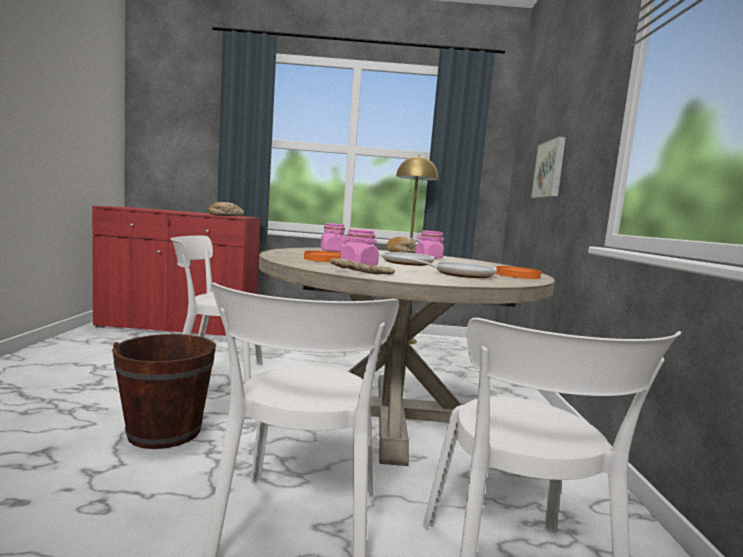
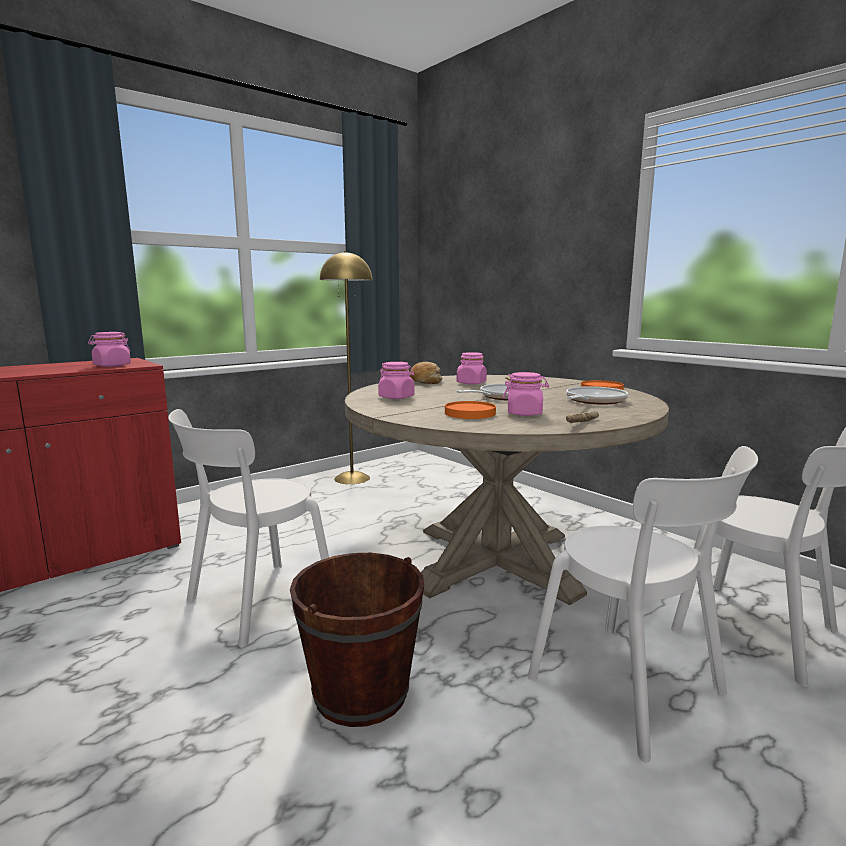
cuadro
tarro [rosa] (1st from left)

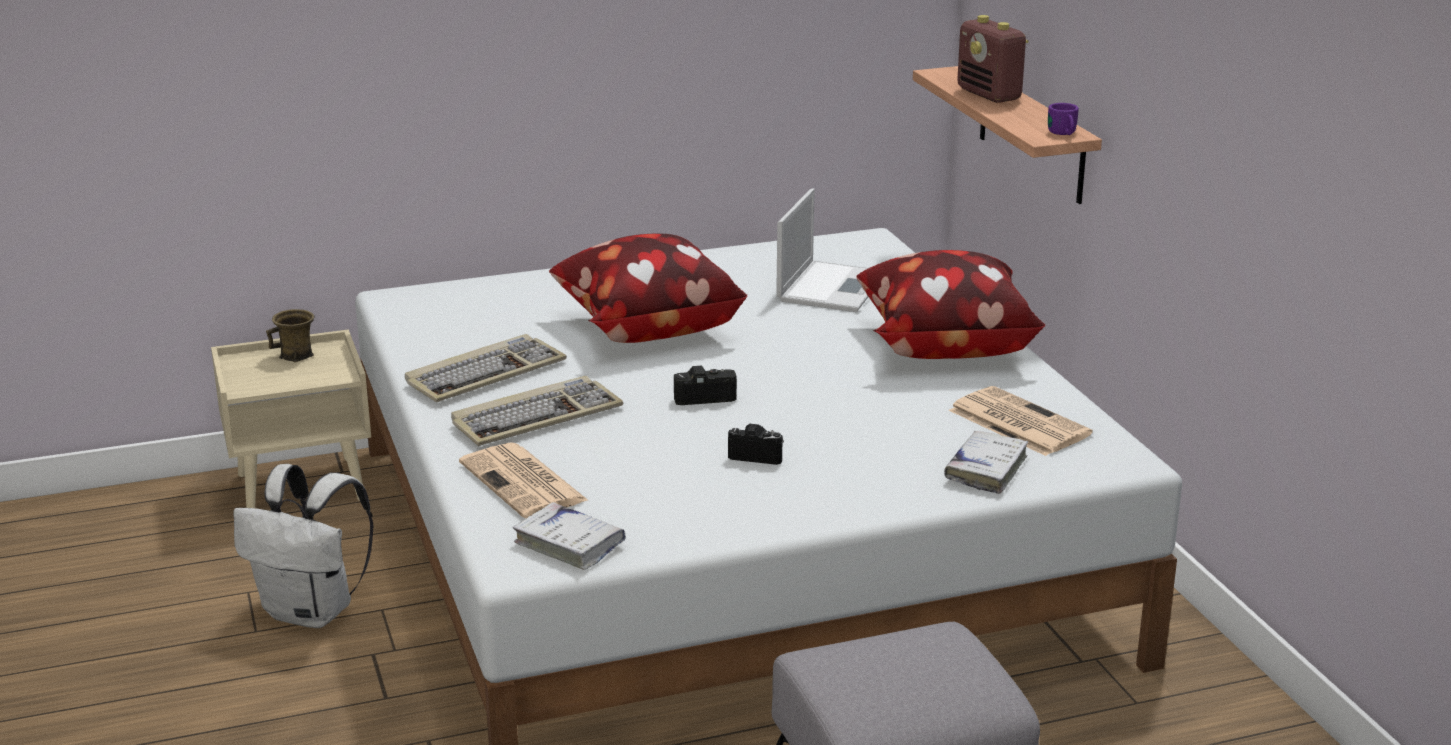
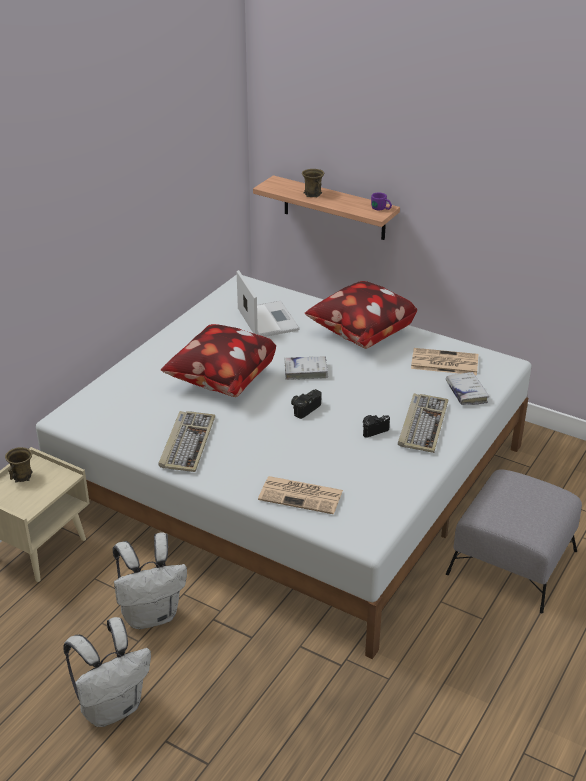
mochila [blanco] (1st from left)
teclado (2nd from left)
libro [blanco] (1st from left)
taza grande [marrón] (2nd from left)

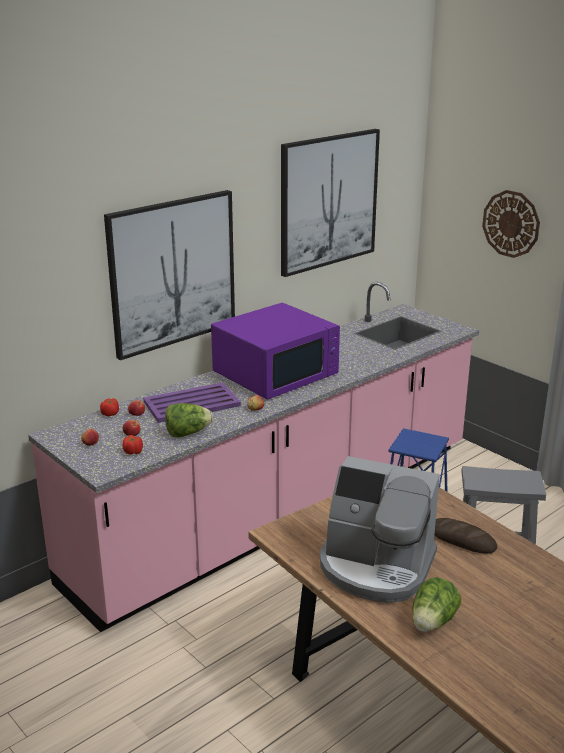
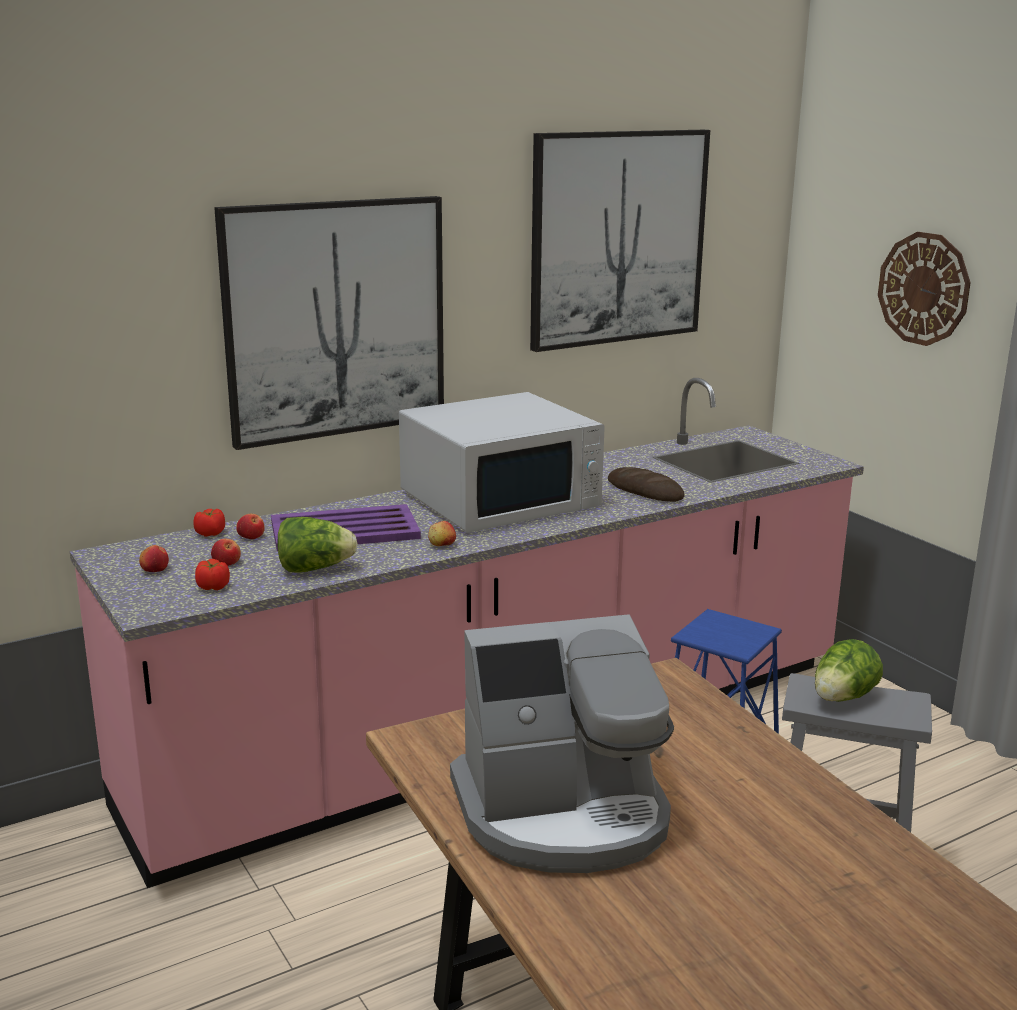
lechuga (2nd from left)
pan
microondas [blanco]
cafetera

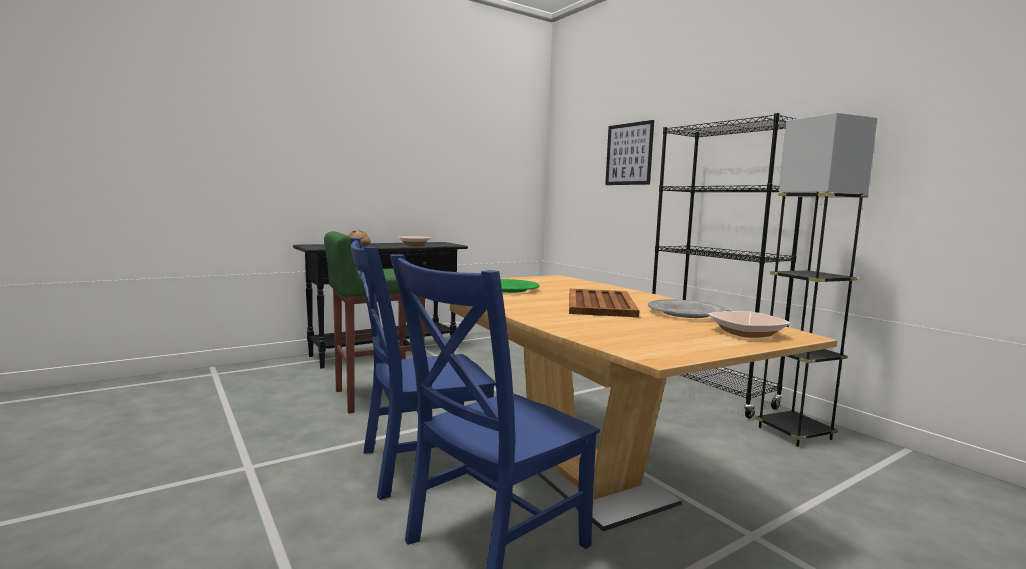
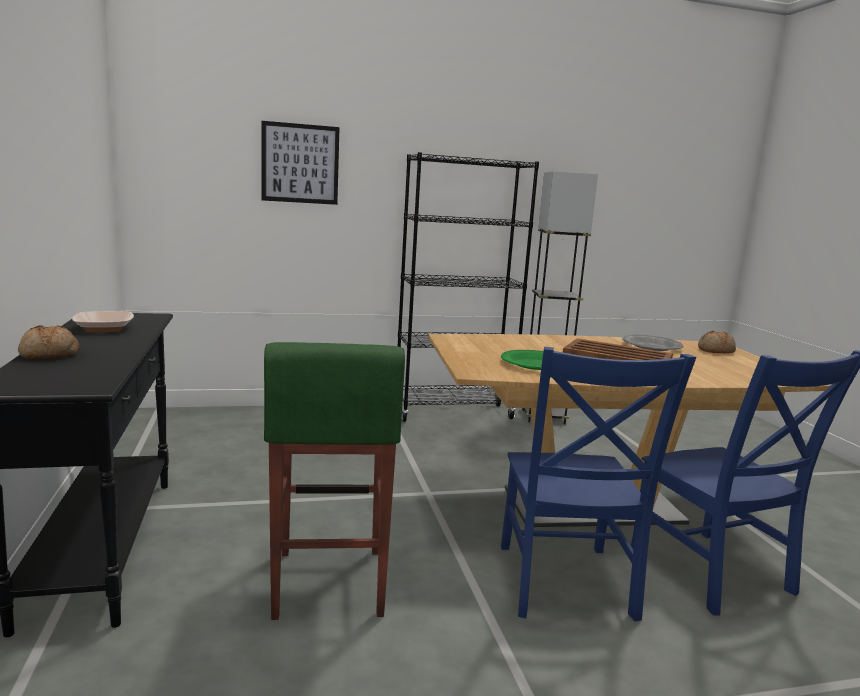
pan (2nd from left)

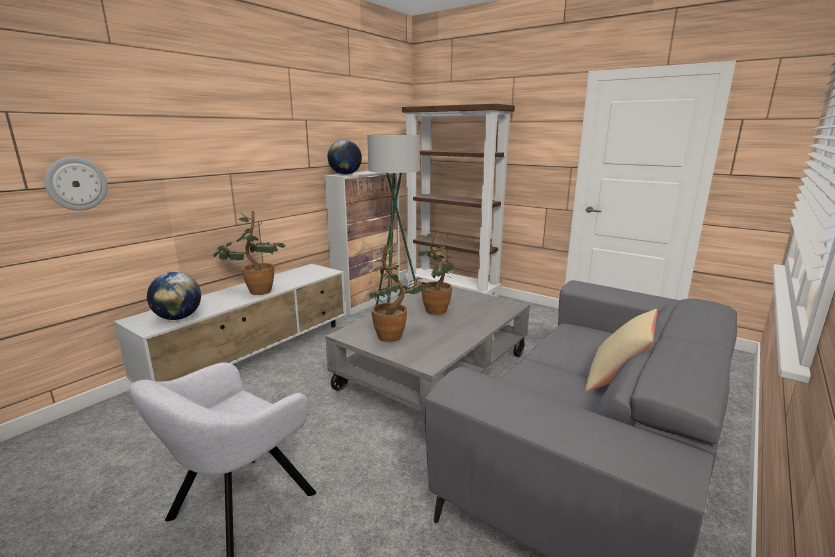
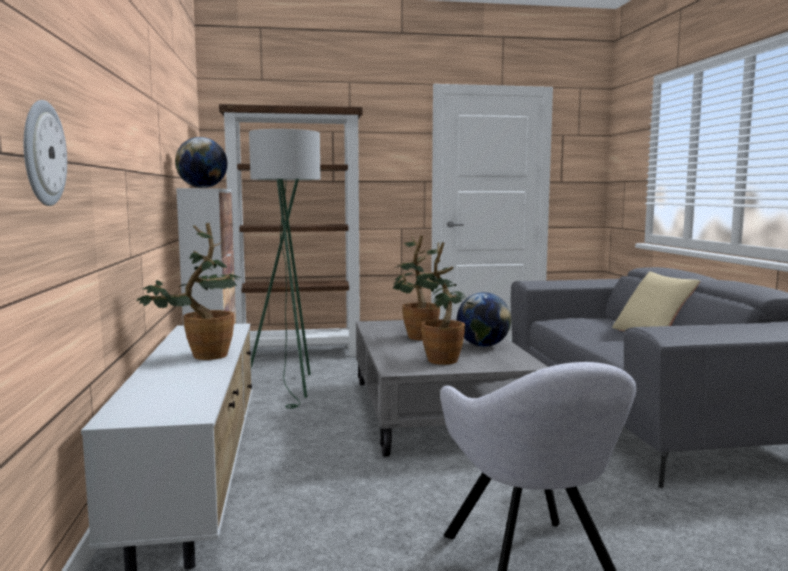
globo terráqueo (2nd from left)

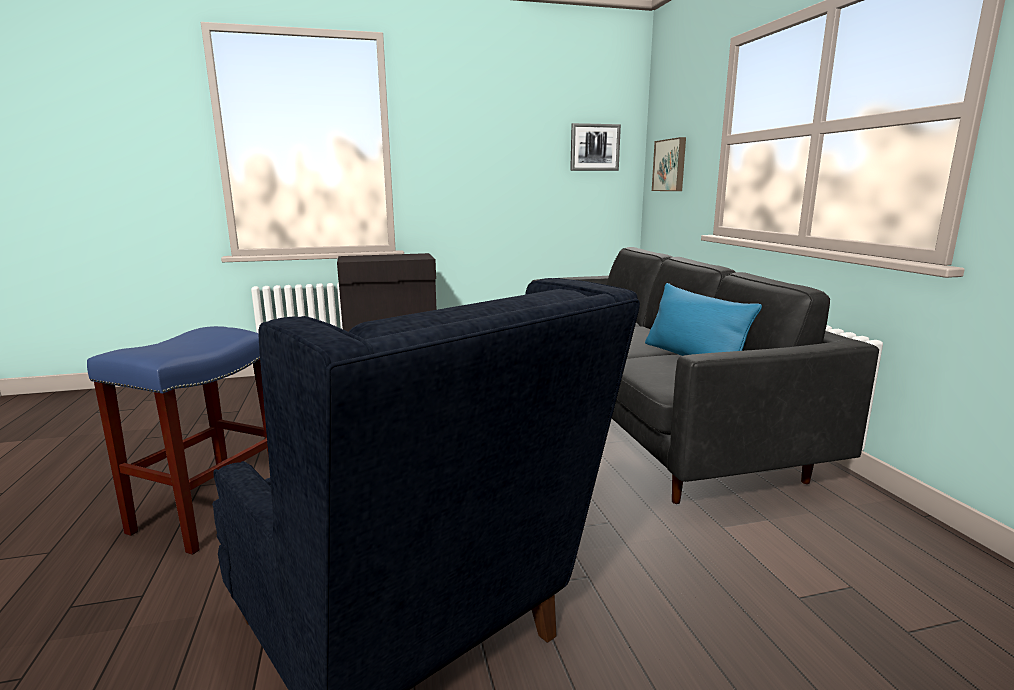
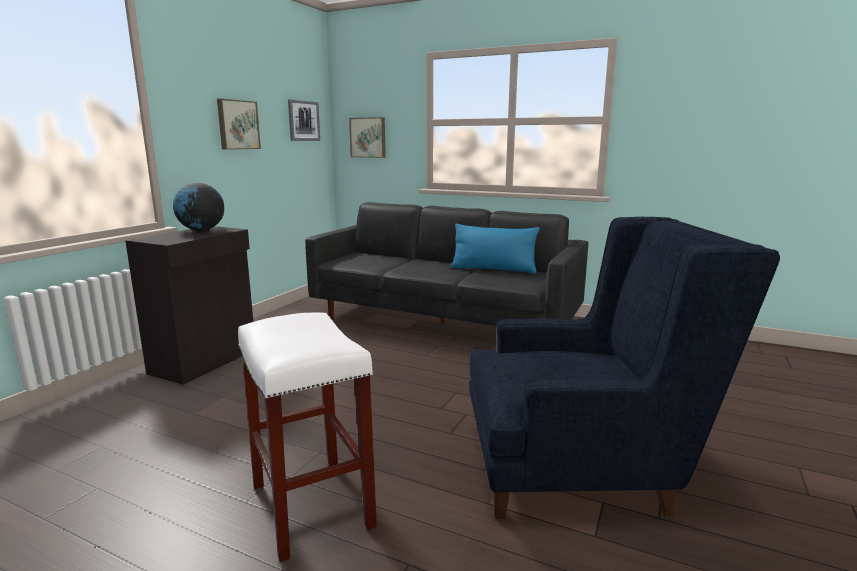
globo terráqueo
cuadro (1st from left)
taburete [blanco]

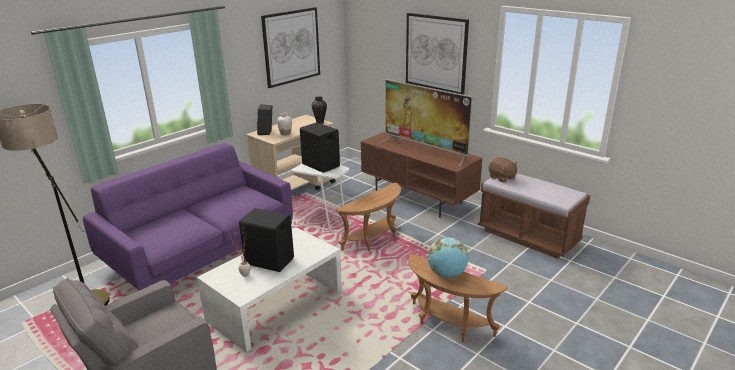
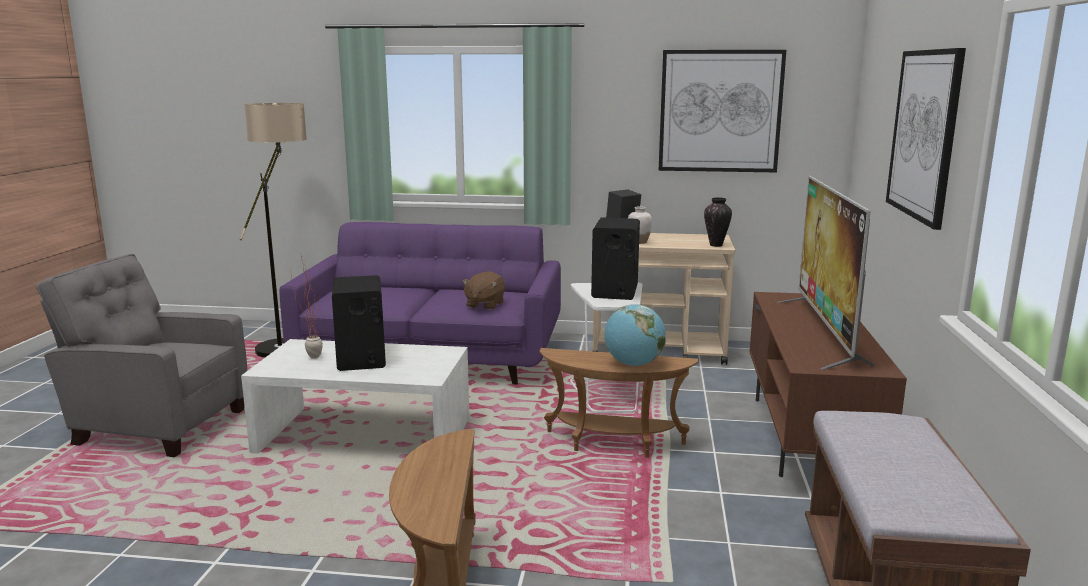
globo terráqueo
peluche [marrón]

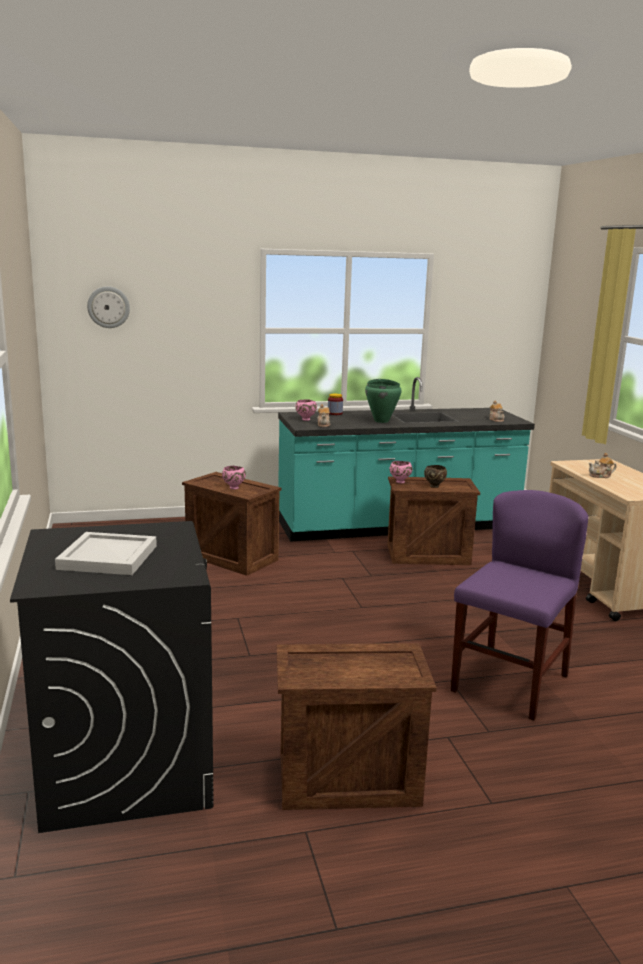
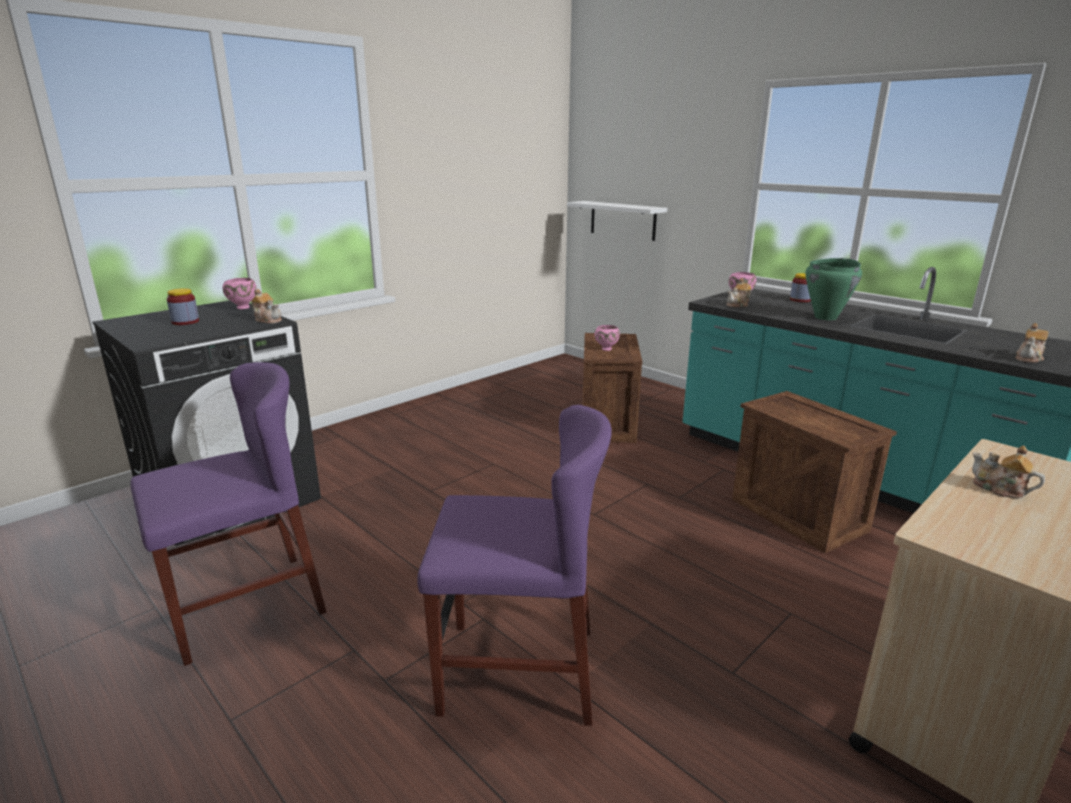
reloj de pared
cuenco [marrón]
tetera (1st from left)
estante [blanco]
cuenco [rosa] (1st from left)
tarro (1st from left)
silla [morado] (1st from left)

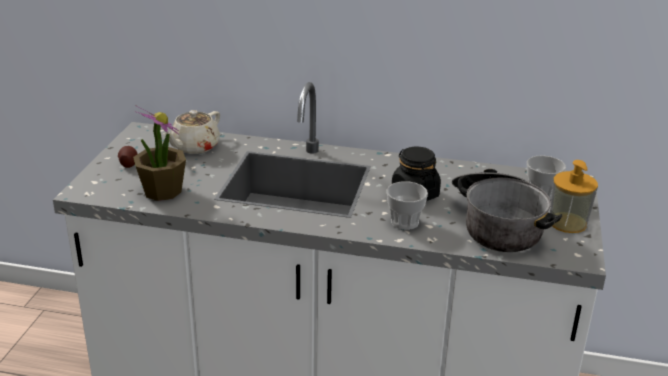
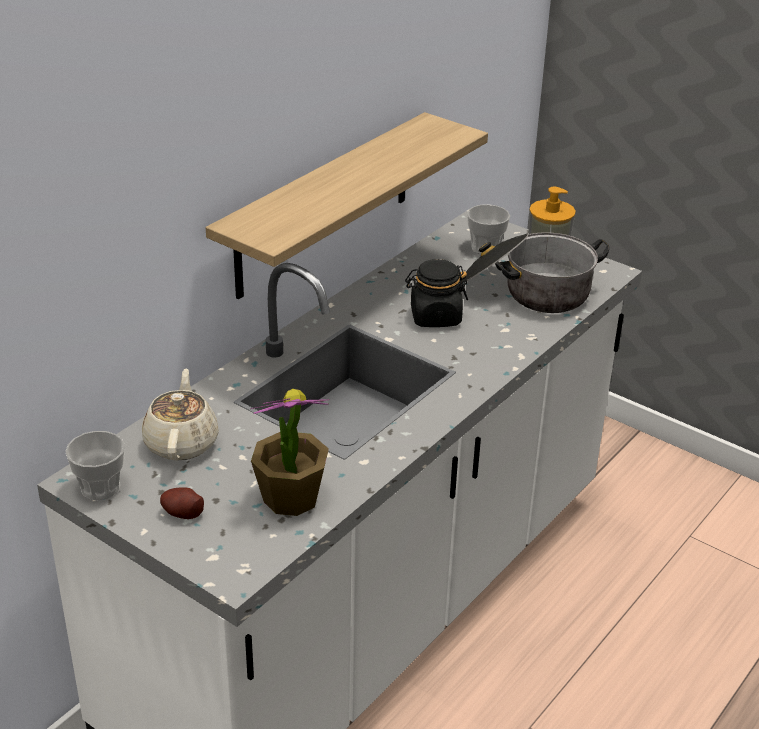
estante
taza (1st from left)
tetera [beis]

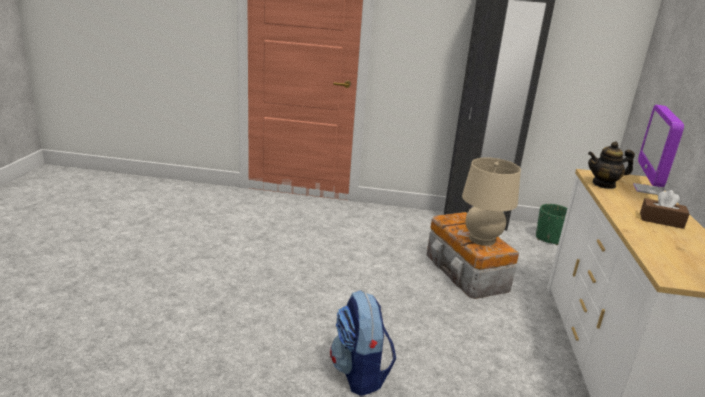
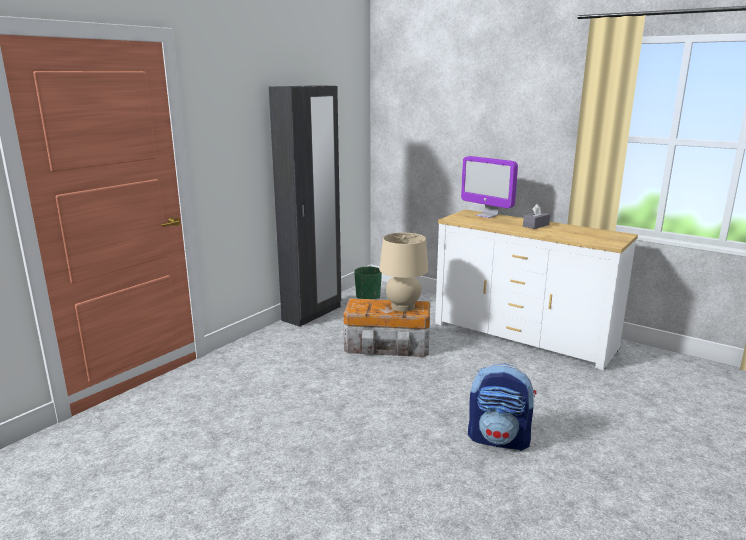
tetera
caja de pañuelos [gris]

